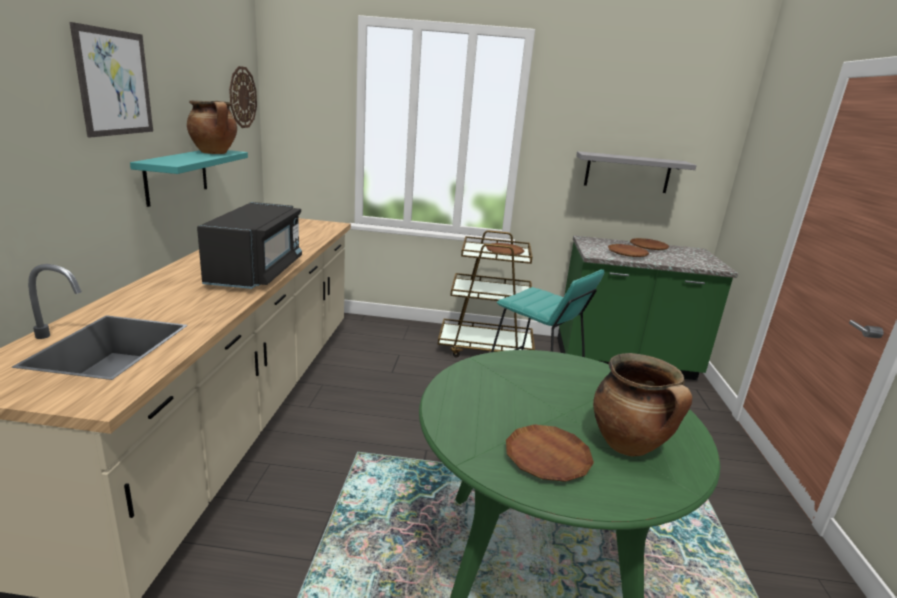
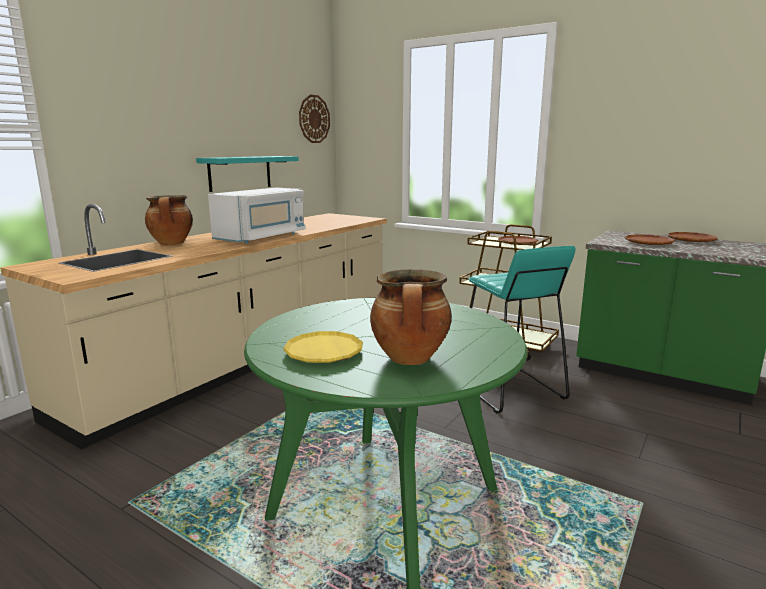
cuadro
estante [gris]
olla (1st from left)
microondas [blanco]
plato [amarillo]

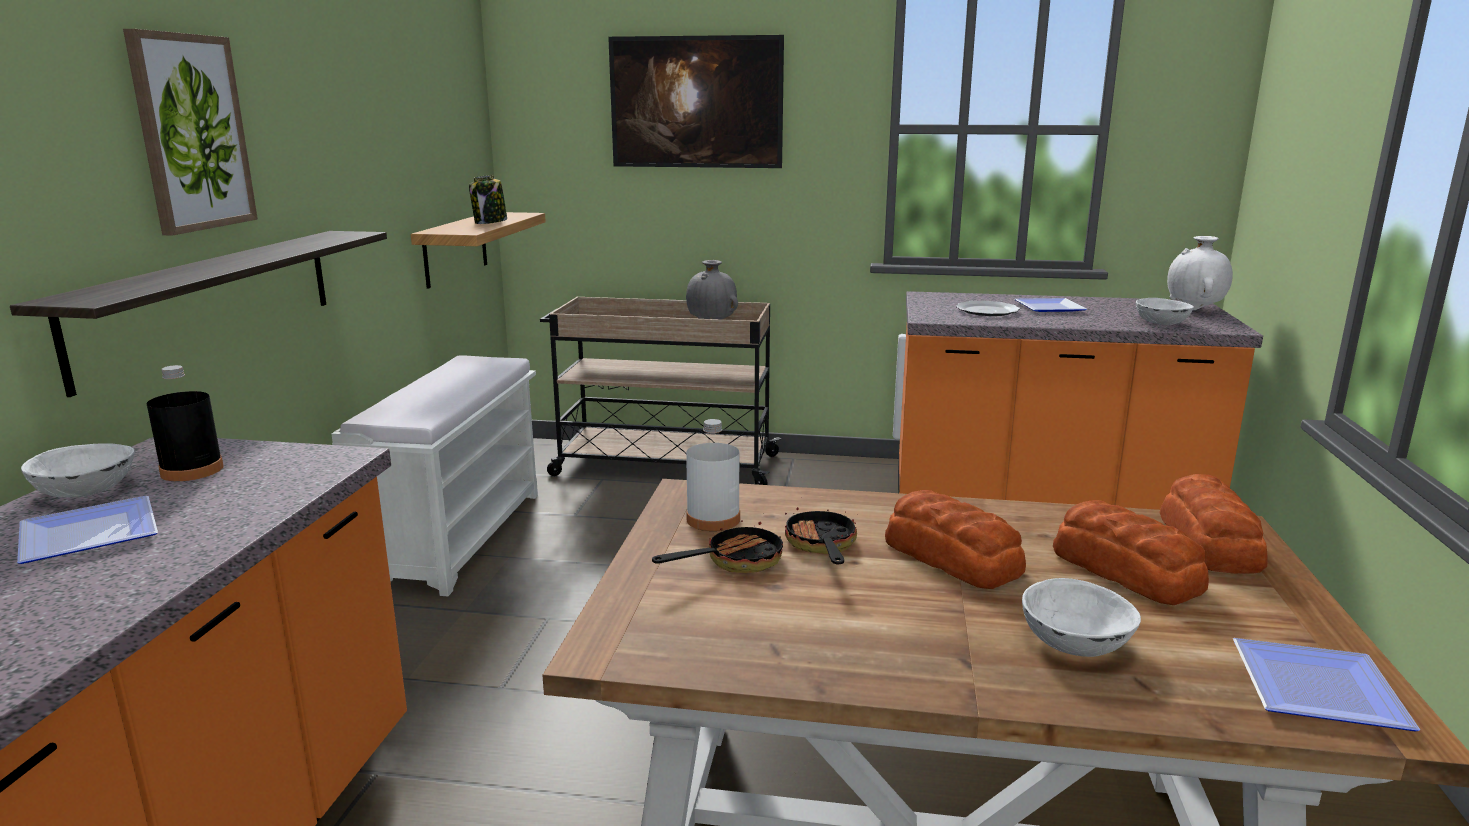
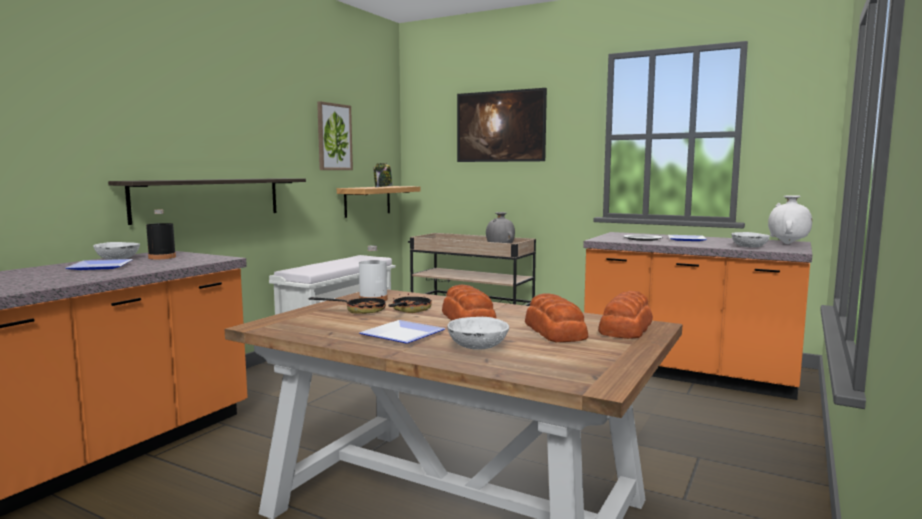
cuadro (1st from left)
plato (2nd from left)

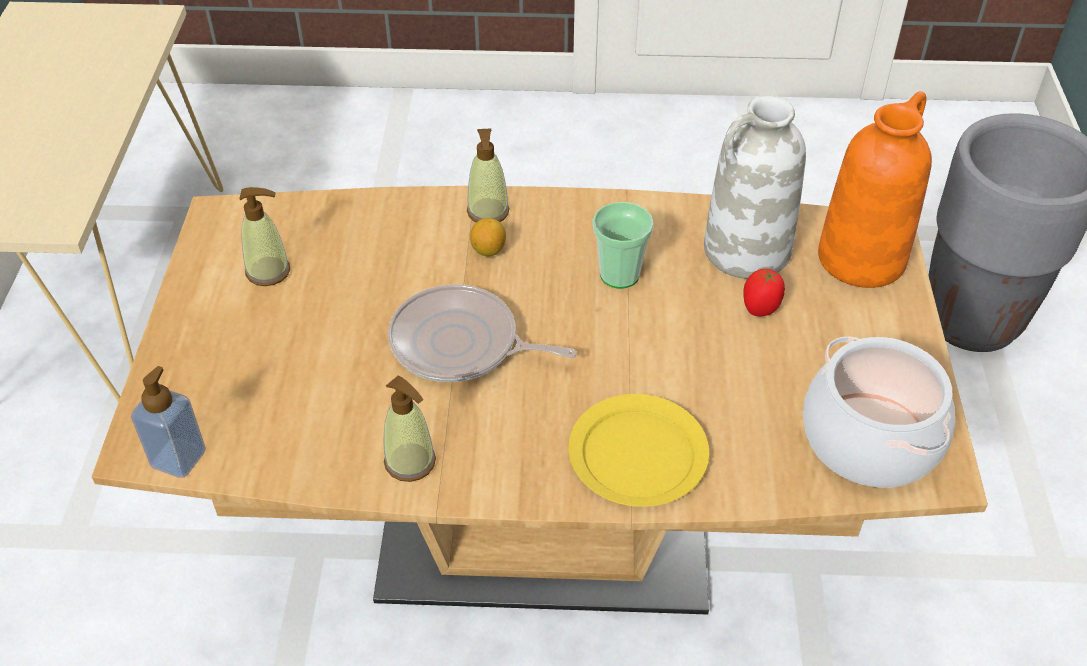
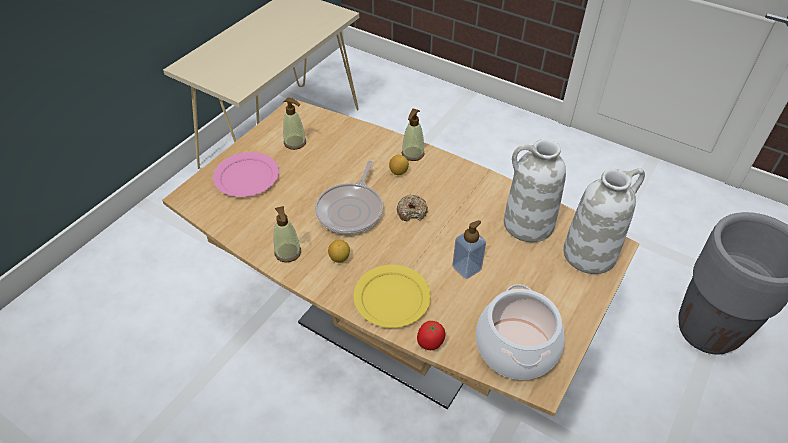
taza
plato [rosa]
limón (1st from left)
rosquilla
dispensador de jabón (4th from left)
tomate
florero [blanco] (2nd from left)
sartén

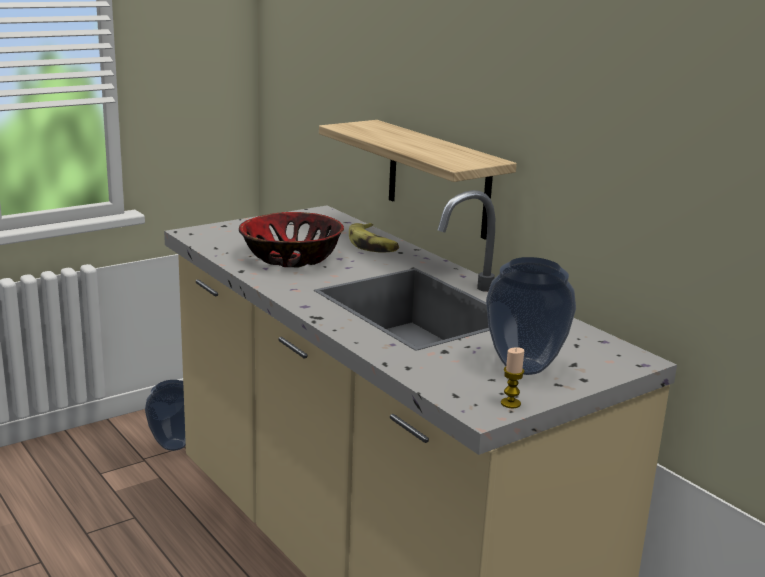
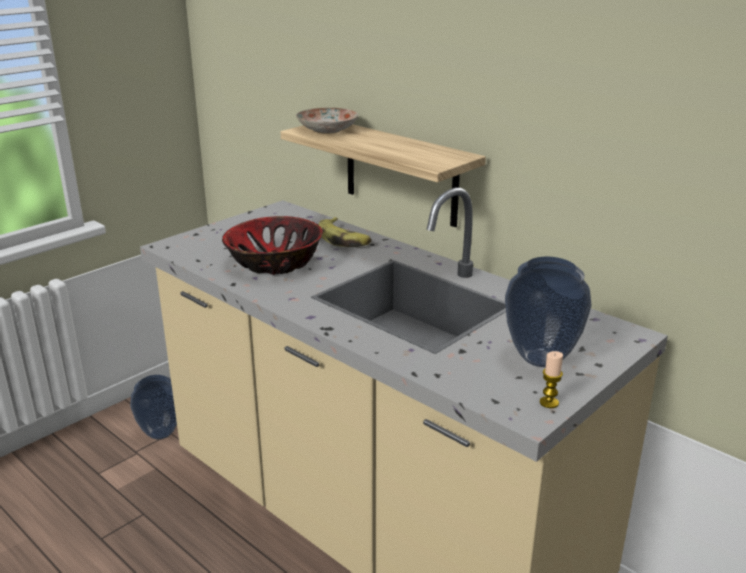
plato

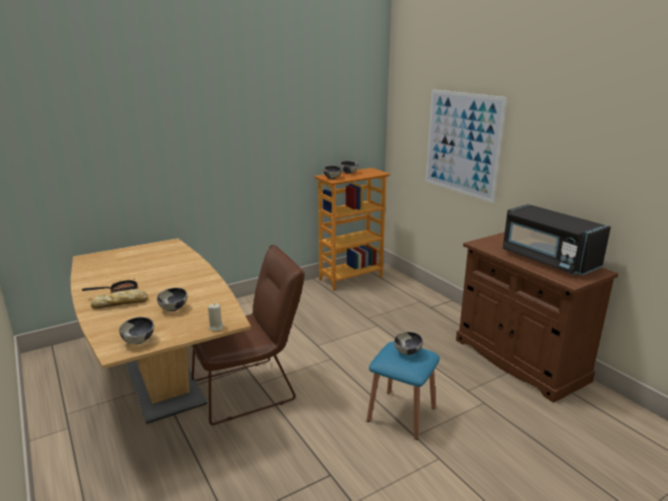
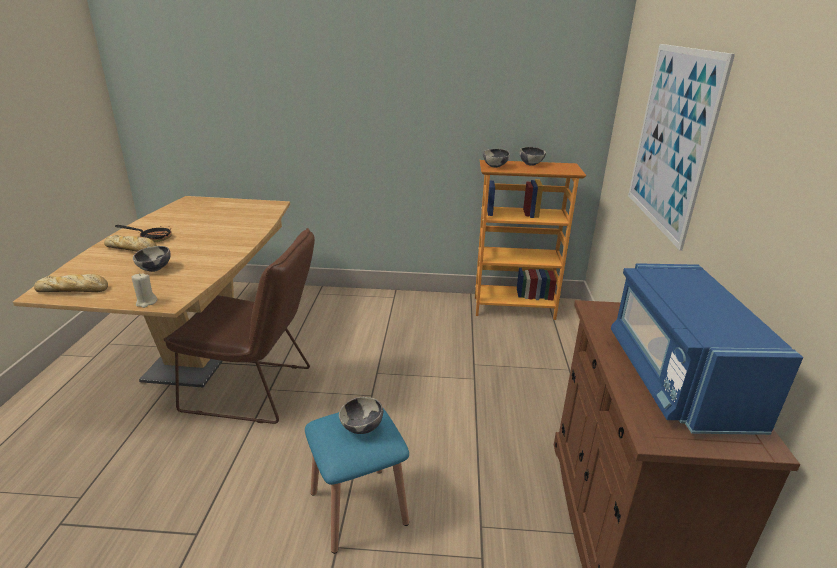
pan (1st from left)
microondas [azul]

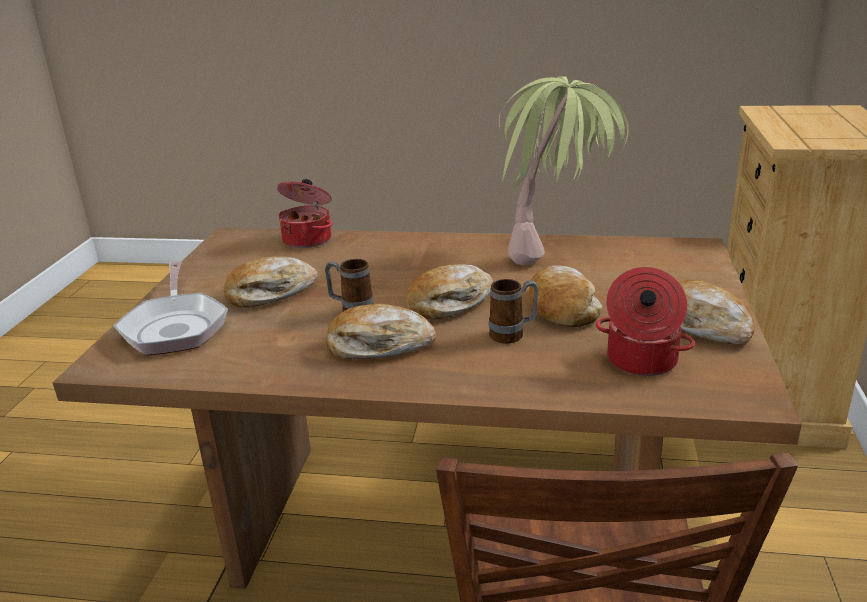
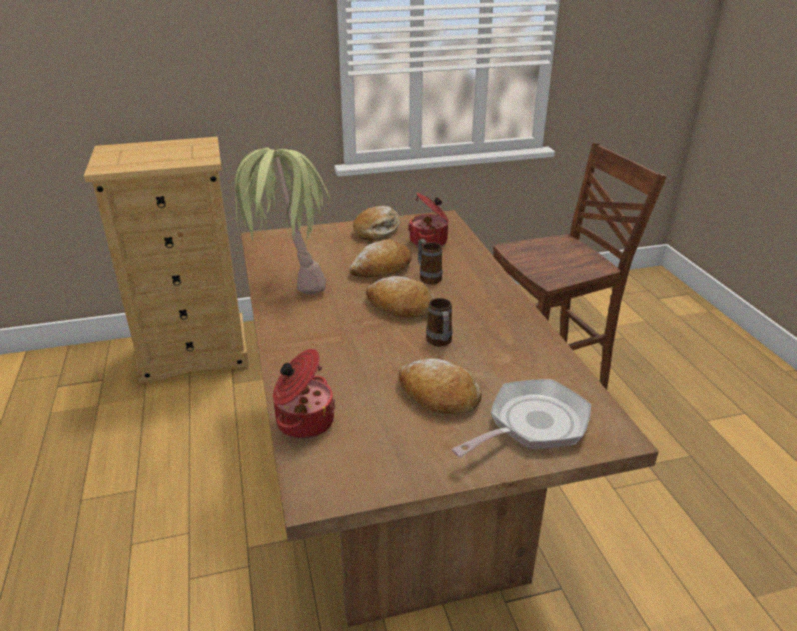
pan (2nd from left in the first image)

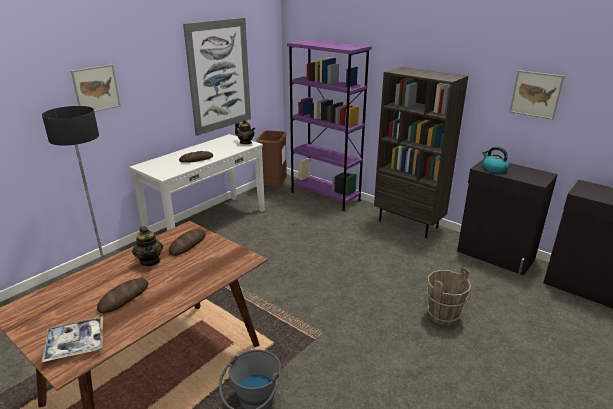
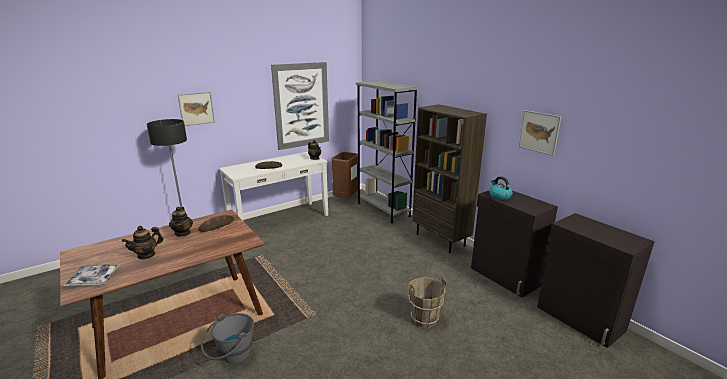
tetera (1st from left)
estantería [gris]

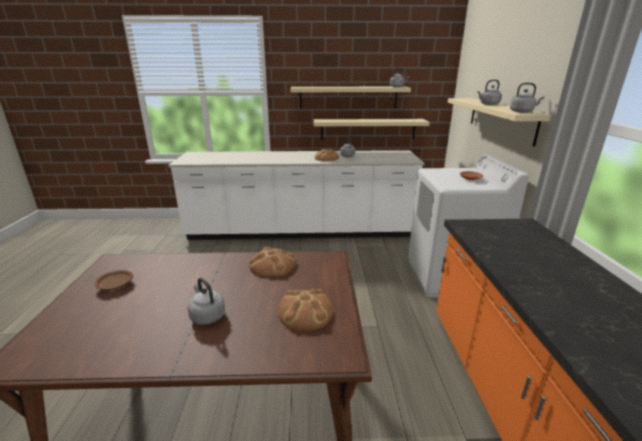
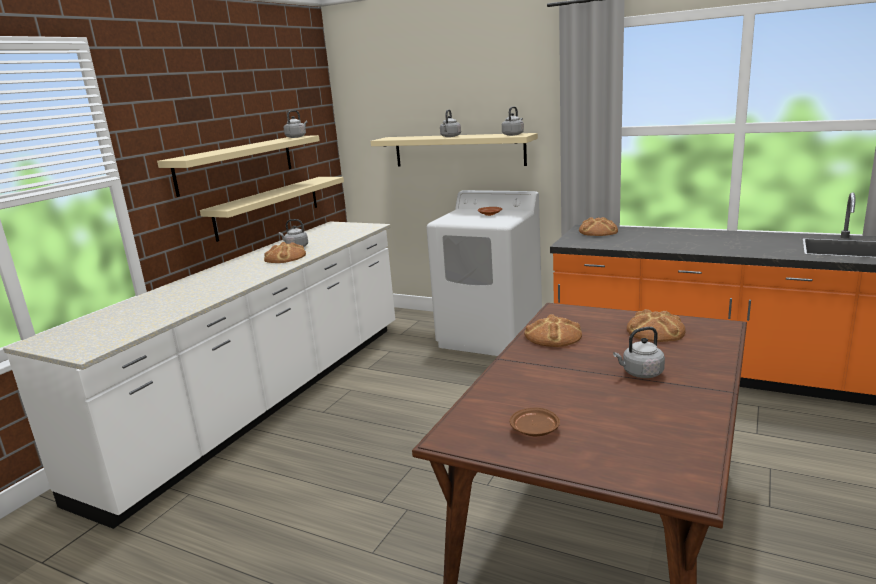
pan (3rd from left)

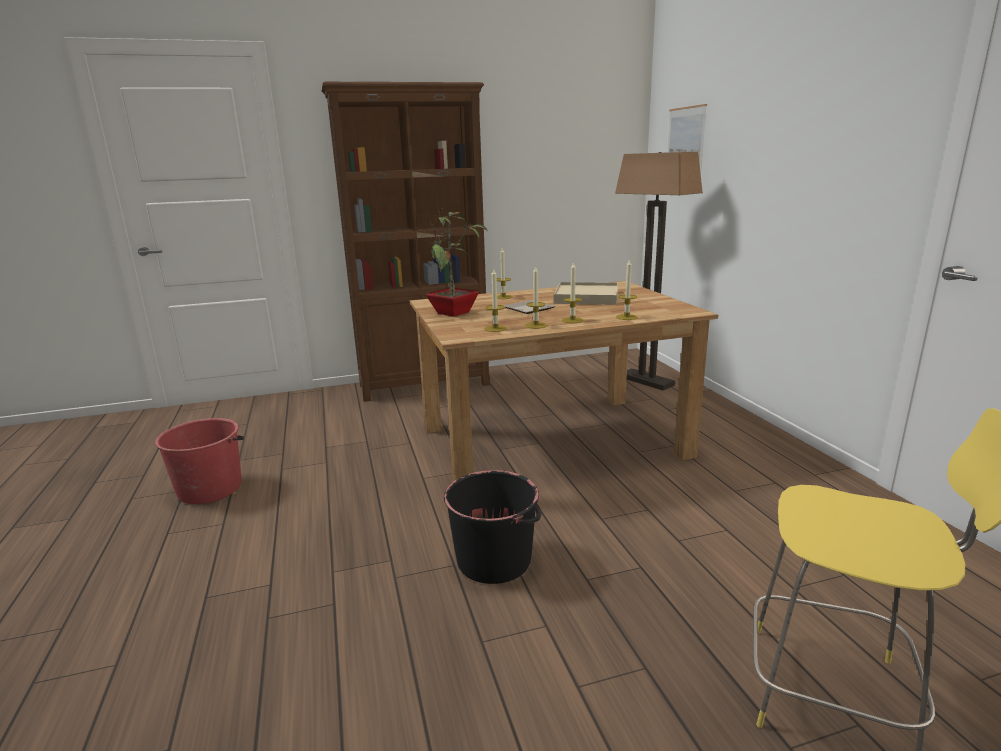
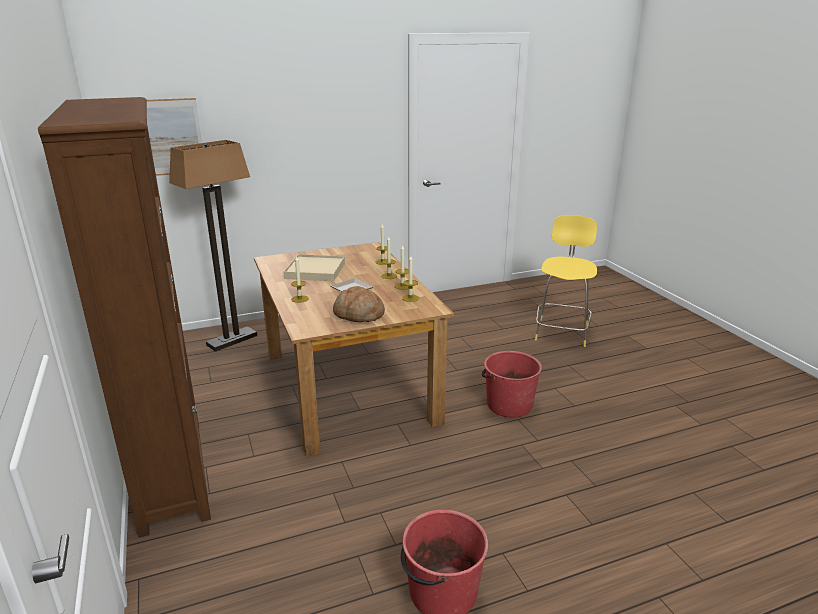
pan
cubo [rojo] (2nd from left)

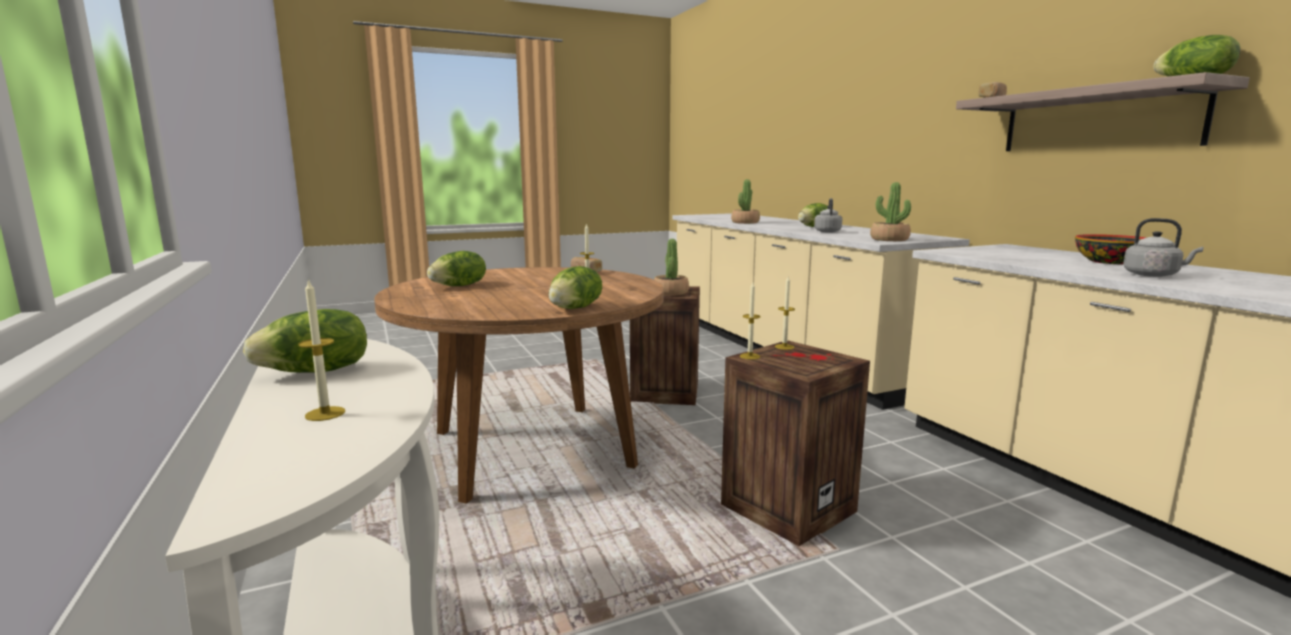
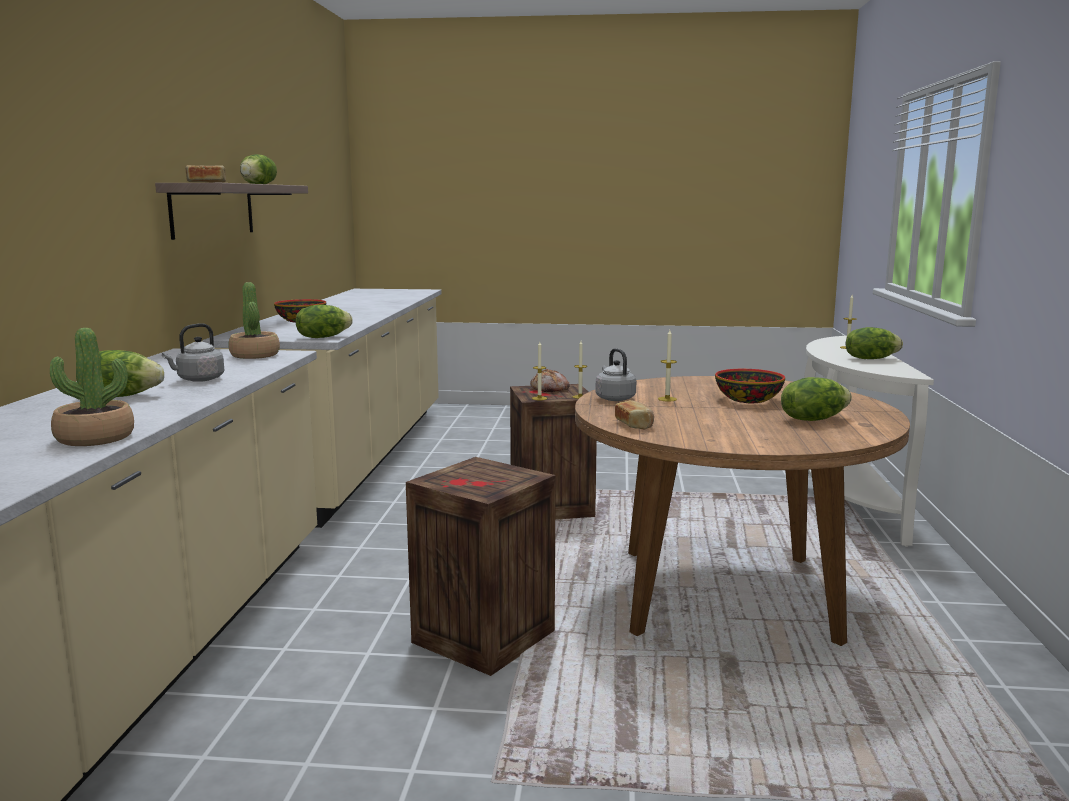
planta en maceta (1st from left in the first image)
pan (2nd from left)
cuenco (2nd from left)
lechuga (3rd from left)
hervidor [gris] (2nd from left)

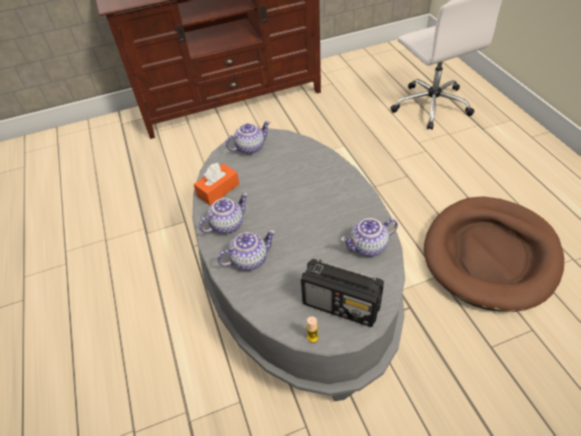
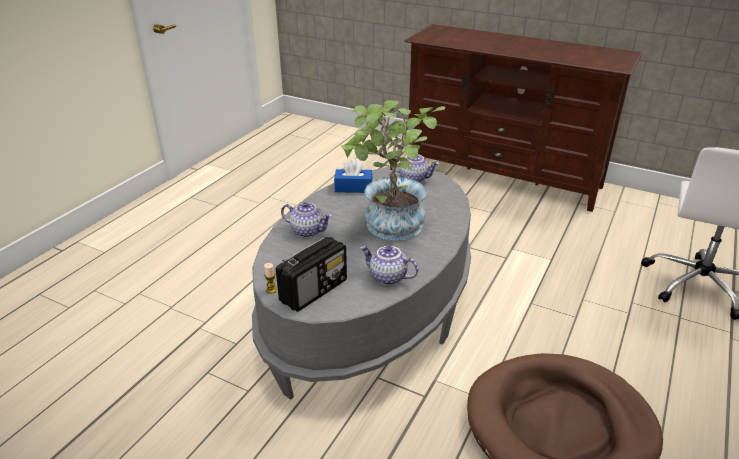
tetera (1st from left in the first image)
planta en maceta
caja de pañuelos [azul]
radio

